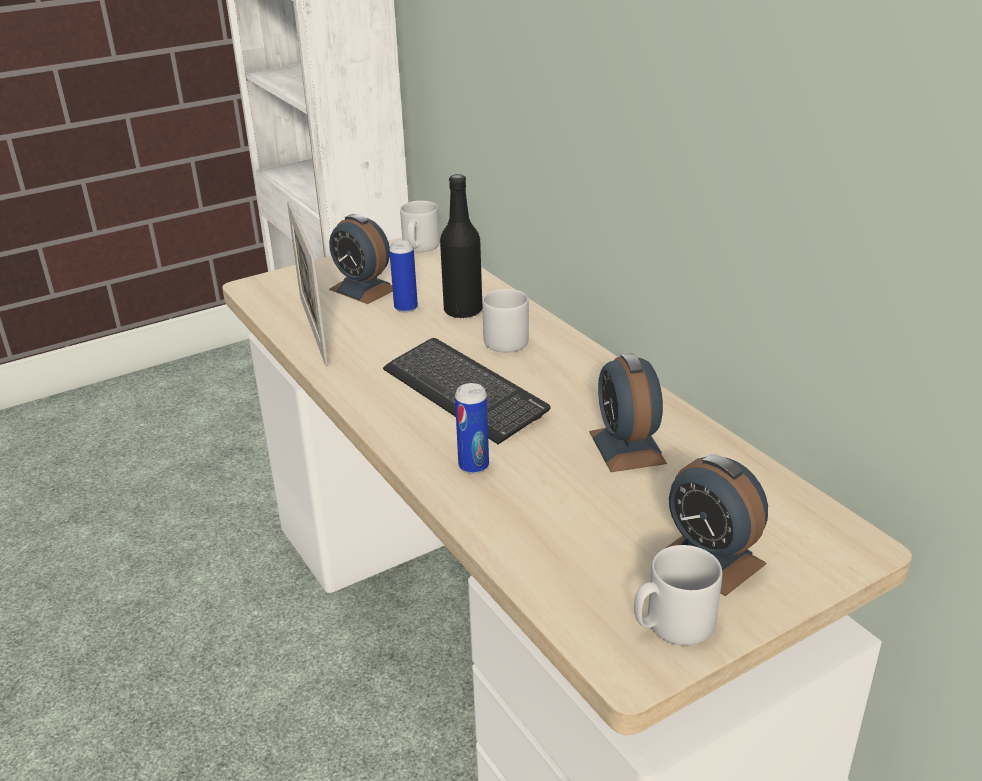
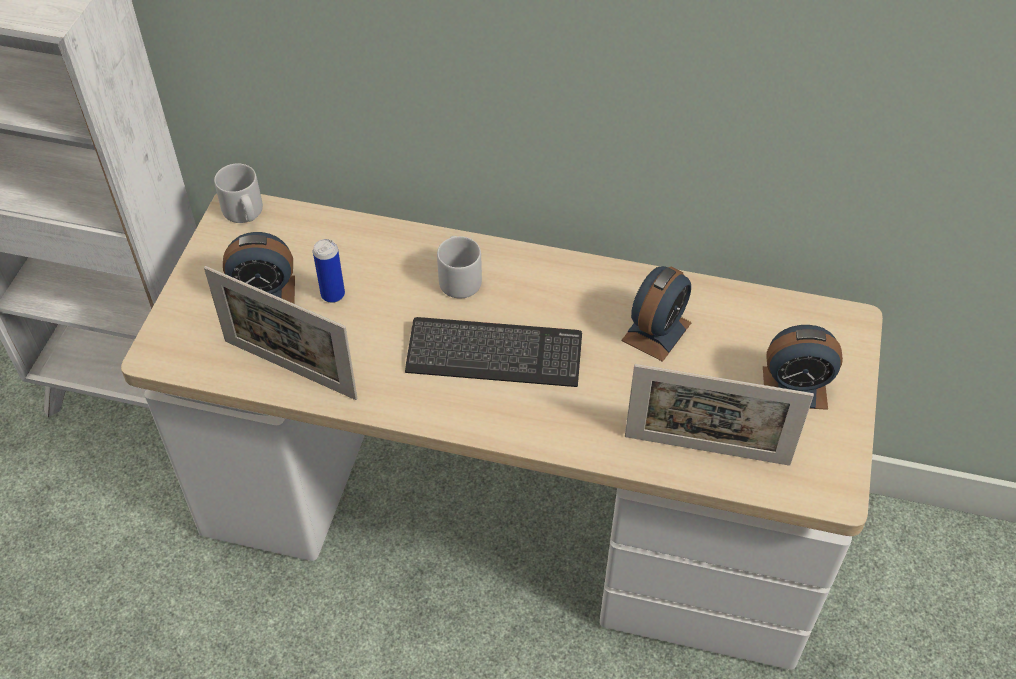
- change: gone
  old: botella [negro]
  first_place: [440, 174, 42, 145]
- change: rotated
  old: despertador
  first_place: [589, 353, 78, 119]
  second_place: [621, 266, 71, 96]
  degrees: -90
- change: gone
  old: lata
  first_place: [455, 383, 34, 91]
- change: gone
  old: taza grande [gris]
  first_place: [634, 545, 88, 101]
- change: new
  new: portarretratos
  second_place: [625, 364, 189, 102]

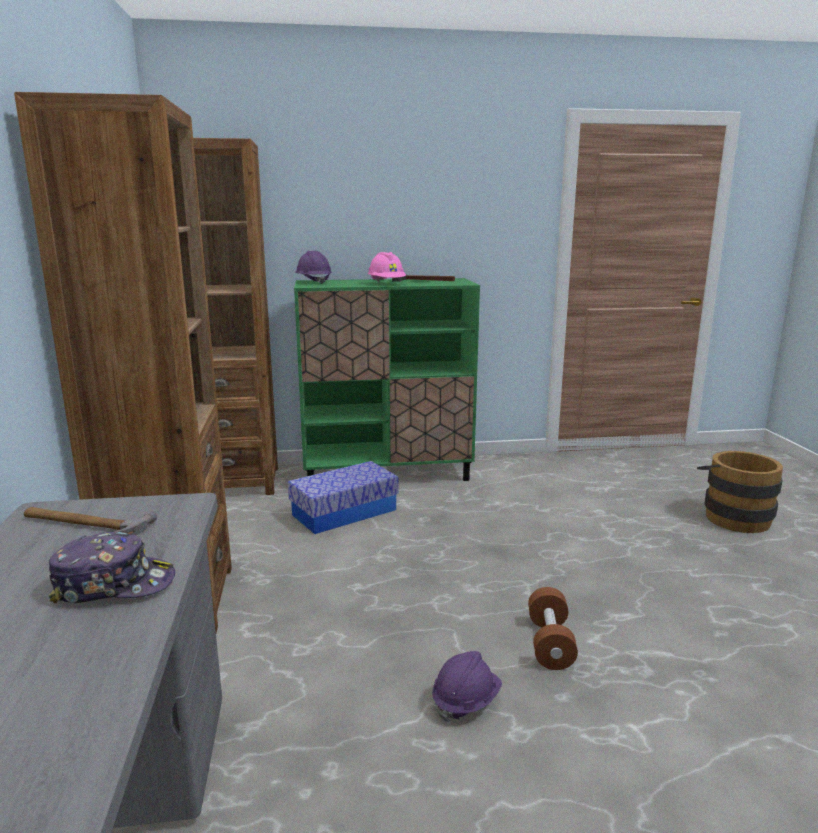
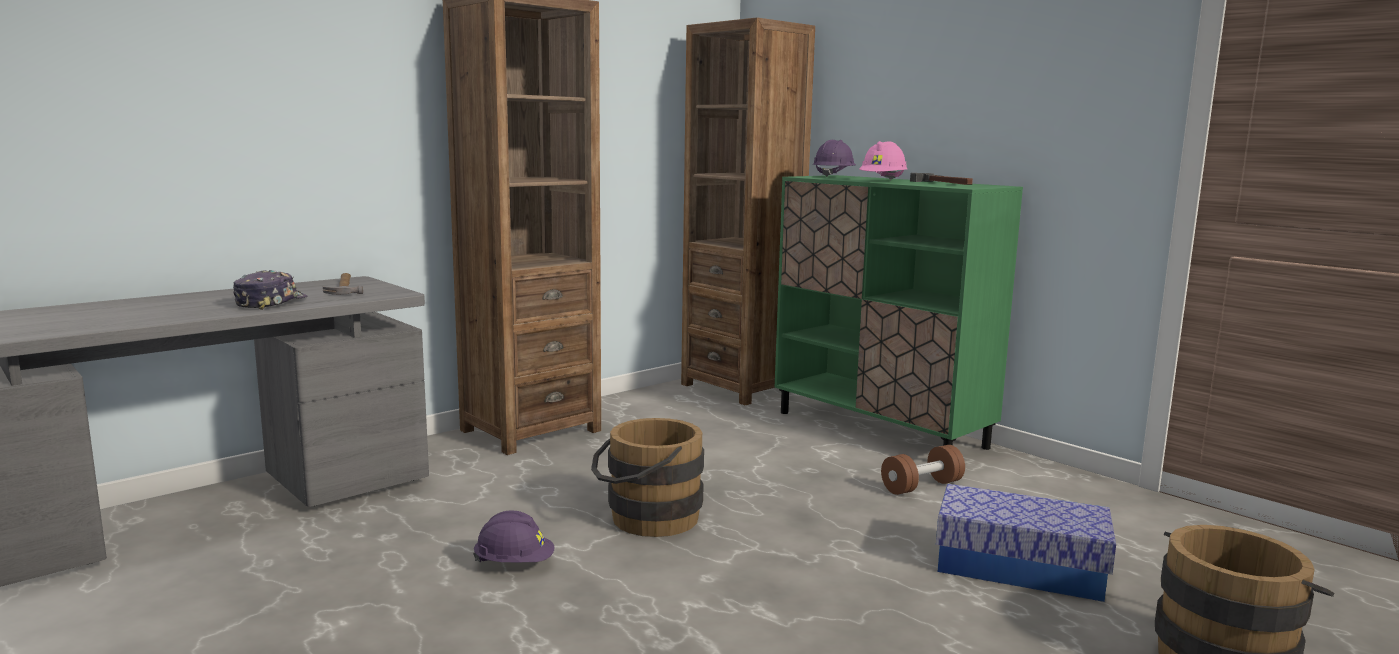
- change: shifted
  old: caja de almacenaje
  first_place: [288, 461, 111, 73]
  second_place: [936, 484, 180, 118]
- change: rotated
  old: gorra
  first_place: [49, 532, 126, 71]
  second_place: [233, 270, 75, 40]
  degrees: -120
- change: shifted
  old: mancuerna [marrón]
  first_place: [528, 587, 50, 83]
  second_place: [881, 445, 84, 50]
- change: new
  new: cubo [marrón]
  second_place: [591, 418, 113, 119]

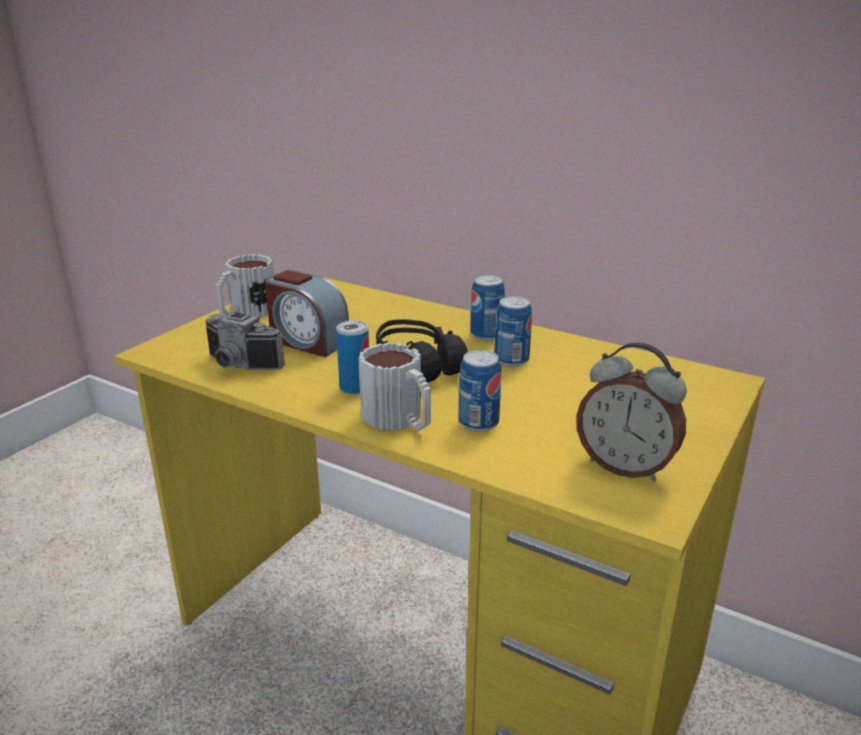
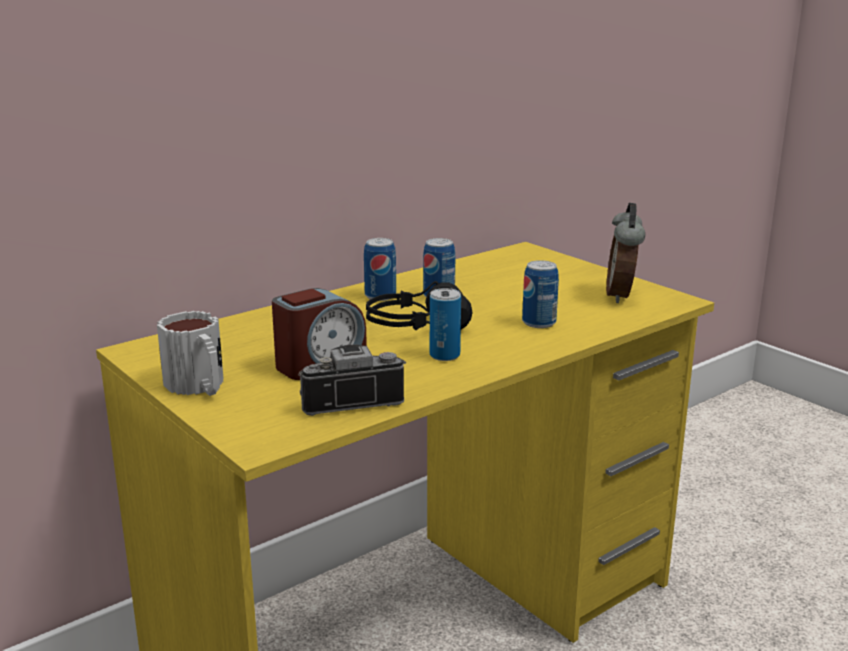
- change: rotated
  old: cámara
  first_place: [205, 312, 80, 58]
  second_place: [298, 345, 108, 71]
  degrees: -150
- change: rotated
  old: despertador
  first_place: [576, 342, 111, 139]
  second_place: [606, 203, 39, 100]
  degrees: 135
- change: gone
  old: taza grande
  first_place: [358, 343, 73, 88]

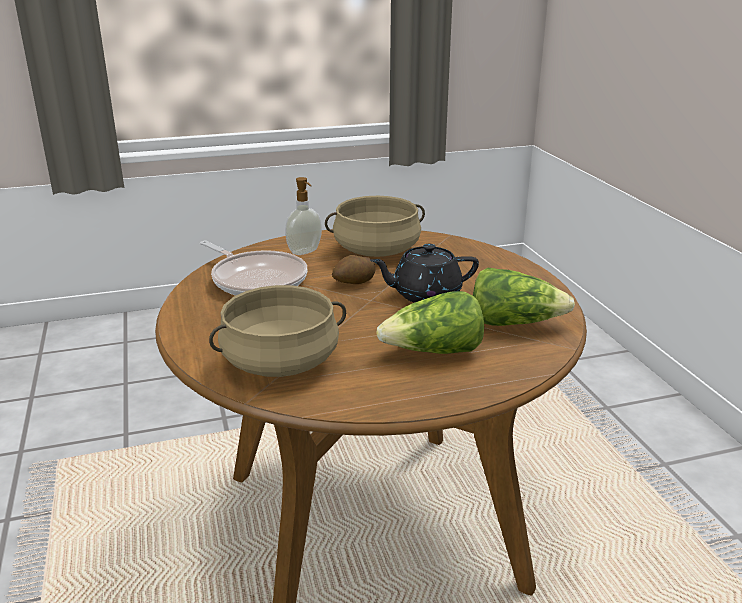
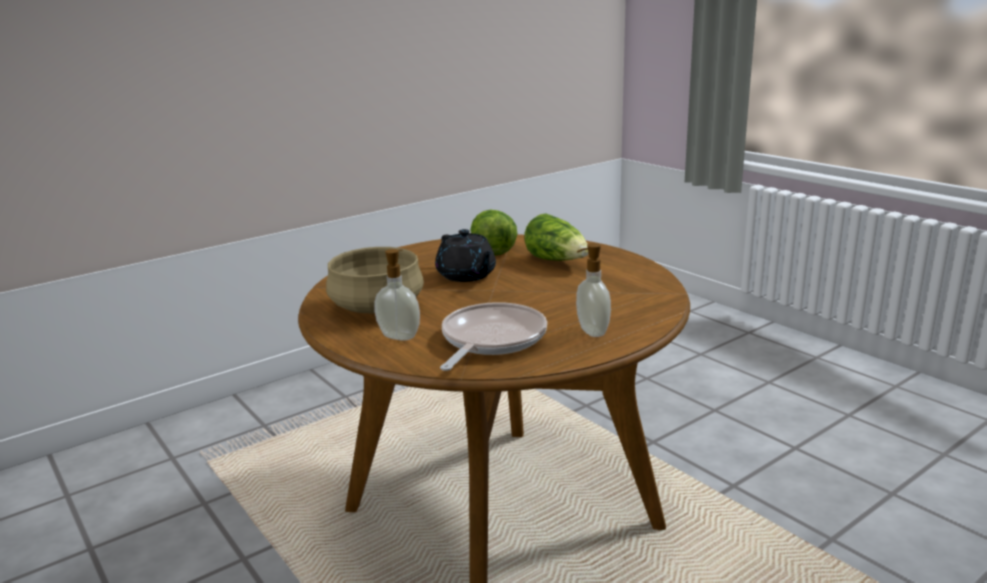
- change: gone
  old: patata
  first_place: [332, 255, 44, 29]
- change: gone
  old: olla [beis]
  first_place: [209, 285, 137, 92]
- change: new
  new: dispensador de jabón
  second_place: [576, 243, 35, 94]

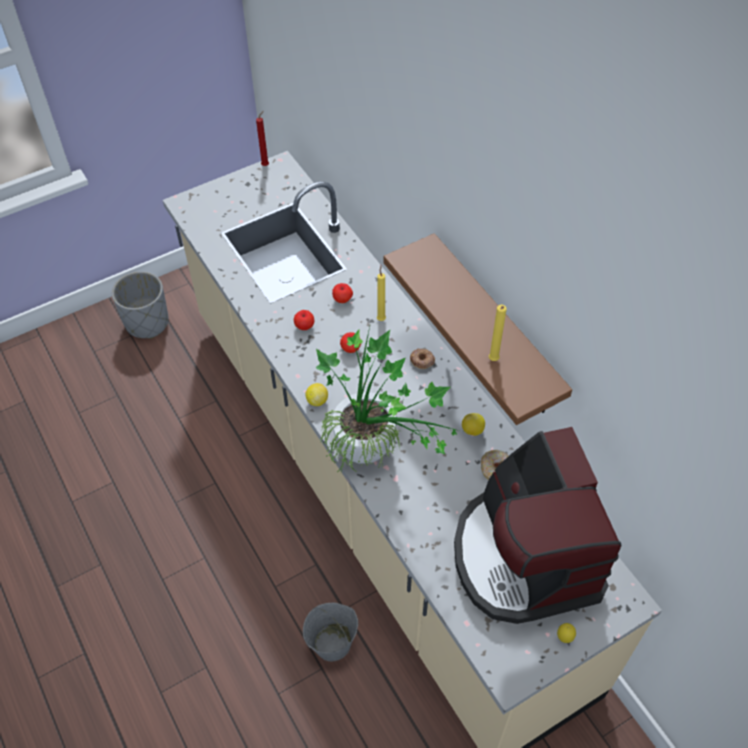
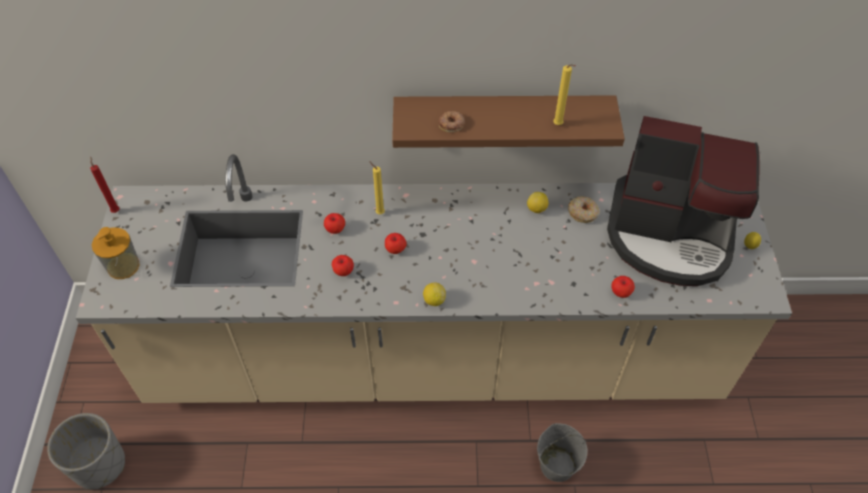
- change: gone
  old: planta en maceta
  first_place: [316, 327, 143, 148]
- change: shifted
  old: rosquilla
  first_place: [410, 349, 25, 20]
  second_place: [439, 111, 26, 21]
- change: new
  new: dispensador de jabón
  second_place: [92, 227, 48, 52]
- change: new
  new: manzana
  second_place: [611, 276, 24, 22]

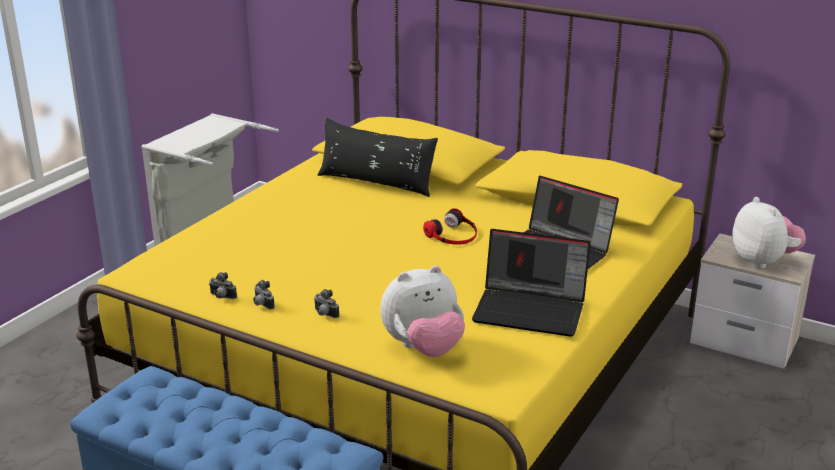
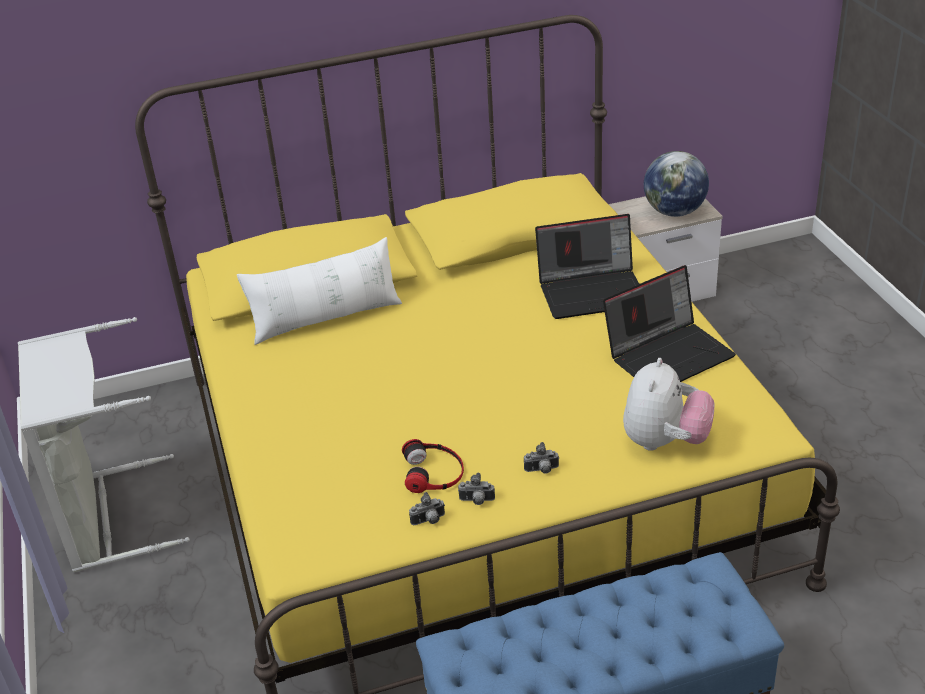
- change: repainted
  old: cojín [negro]
  new: cojín [blanco]
  first_place: [318, 118, 120, 79]
  second_place: [237, 237, 165, 108]
- change: swapped
  old: peluche
  new: globo terráqueo
  first_place: [732, 197, 74, 72]
  second_place: [644, 151, 65, 66]
- change: shifted
  old: auriculares
  first_place: [423, 208, 54, 37]
  second_place: [402, 439, 62, 54]

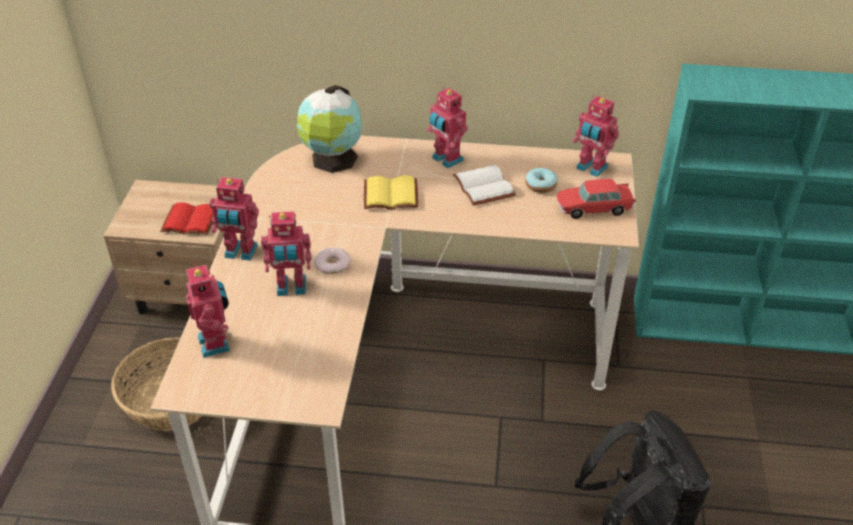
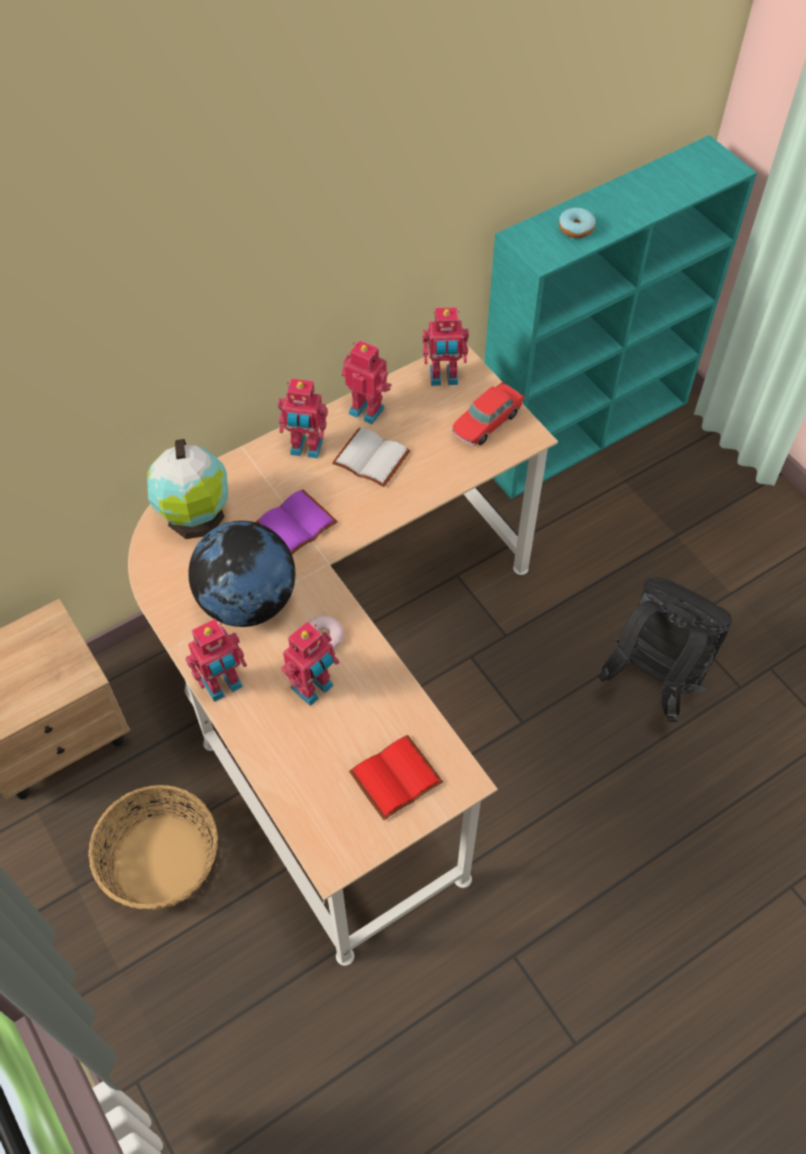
- change: shifted
  old: rosquilla
  first_place: [525, 168, 33, 25]
  second_place: [559, 207, 36, 31]
- change: repainted
  old: libro [amarillo]
  new: libro [morado]
  first_place: [364, 175, 54, 35]
  second_place: [256, 489, 82, 66]
- change: shifted
  old: libro [rojo]
  first_place: [160, 202, 53, 33]
  second_place: [349, 735, 94, 85]
- change: shifted
  old: robot de juguete
  first_place: [186, 263, 44, 95]
  second_place: [341, 340, 51, 84]
- change: new
  new: globo terráqueo
  second_place: [188, 521, 107, 106]

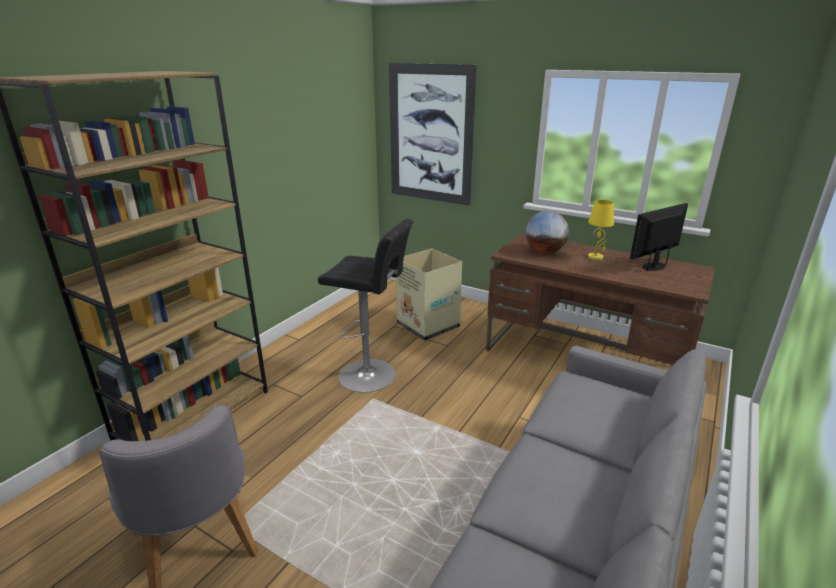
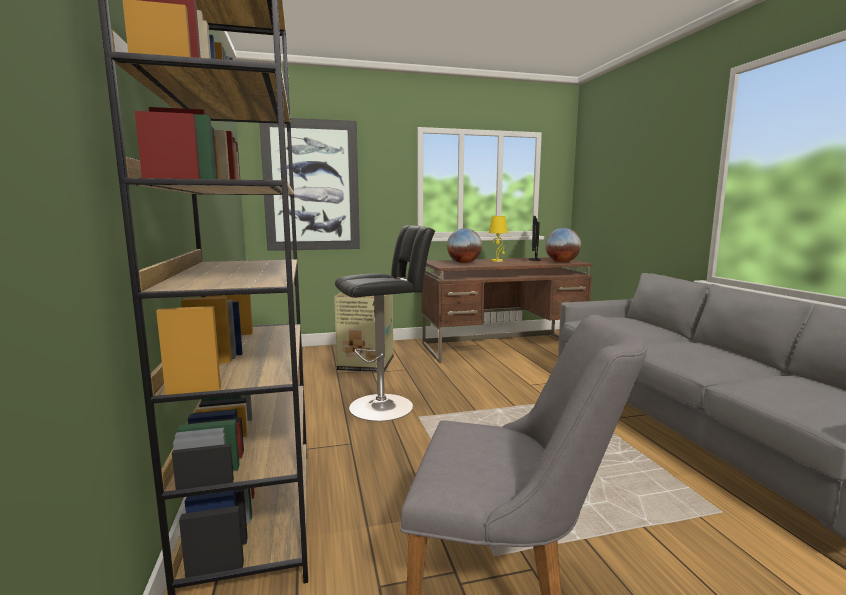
- change: new
  new: globo terráqueo
  second_place: [545, 228, 36, 35]

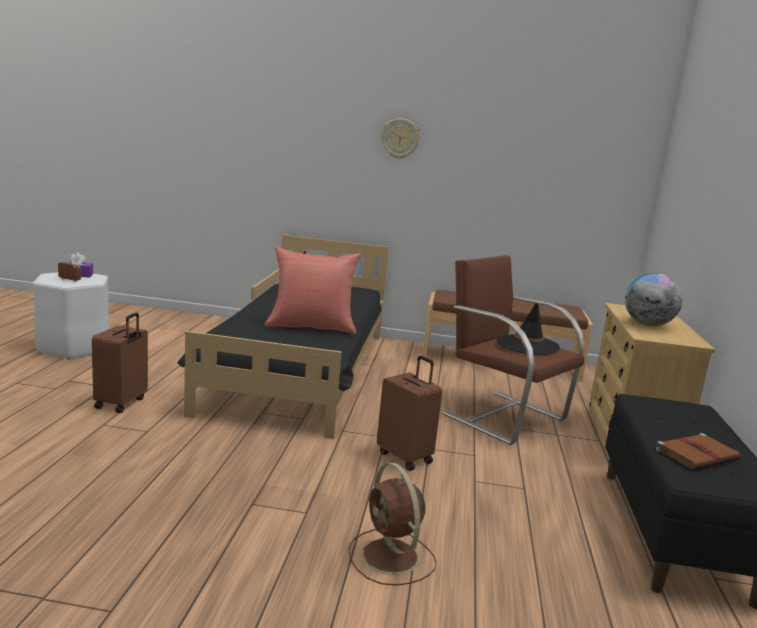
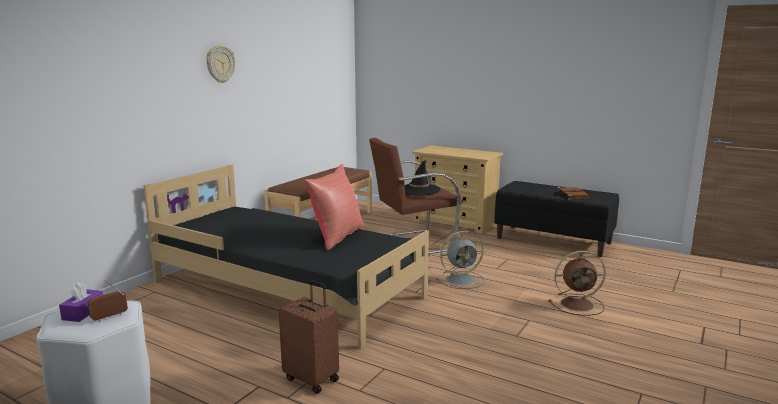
- change: gone
  old: globo terráqueo
  first_place: [625, 273, 57, 53]
- change: swapped
  old: maleta [marrón]
  new: ventilador [gris]
  first_place: [377, 356, 65, 115]
  second_place: [436, 231, 49, 58]

